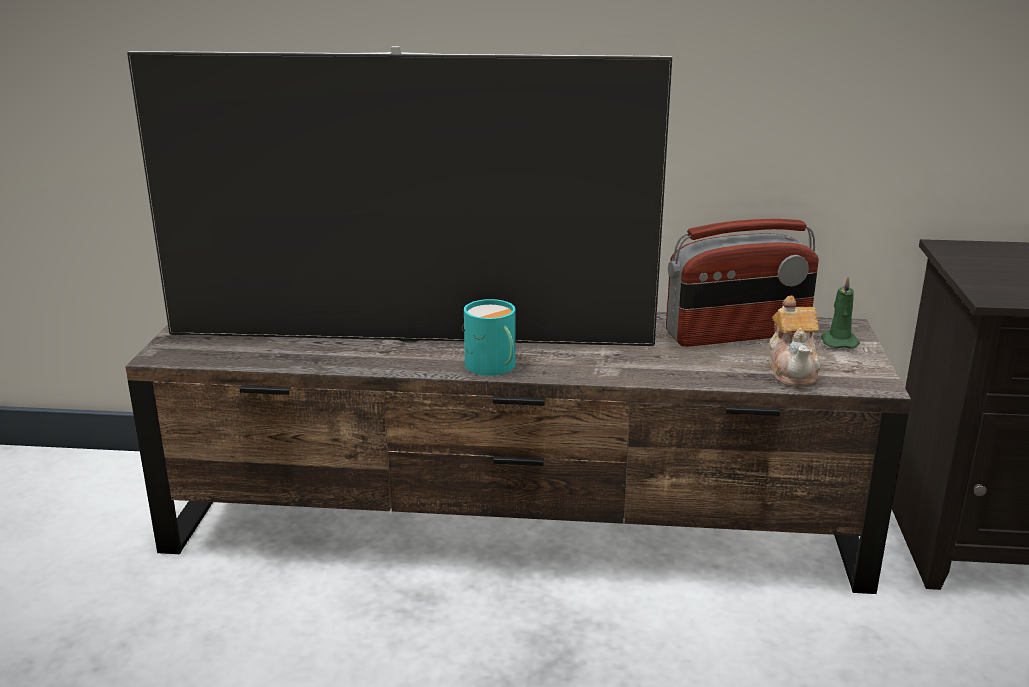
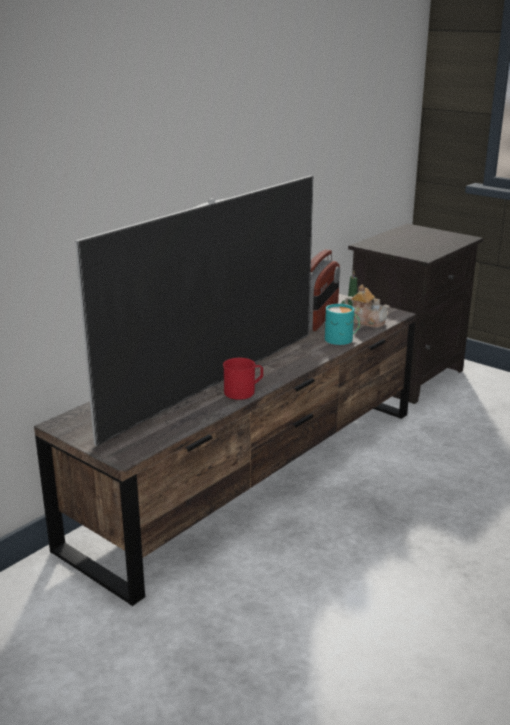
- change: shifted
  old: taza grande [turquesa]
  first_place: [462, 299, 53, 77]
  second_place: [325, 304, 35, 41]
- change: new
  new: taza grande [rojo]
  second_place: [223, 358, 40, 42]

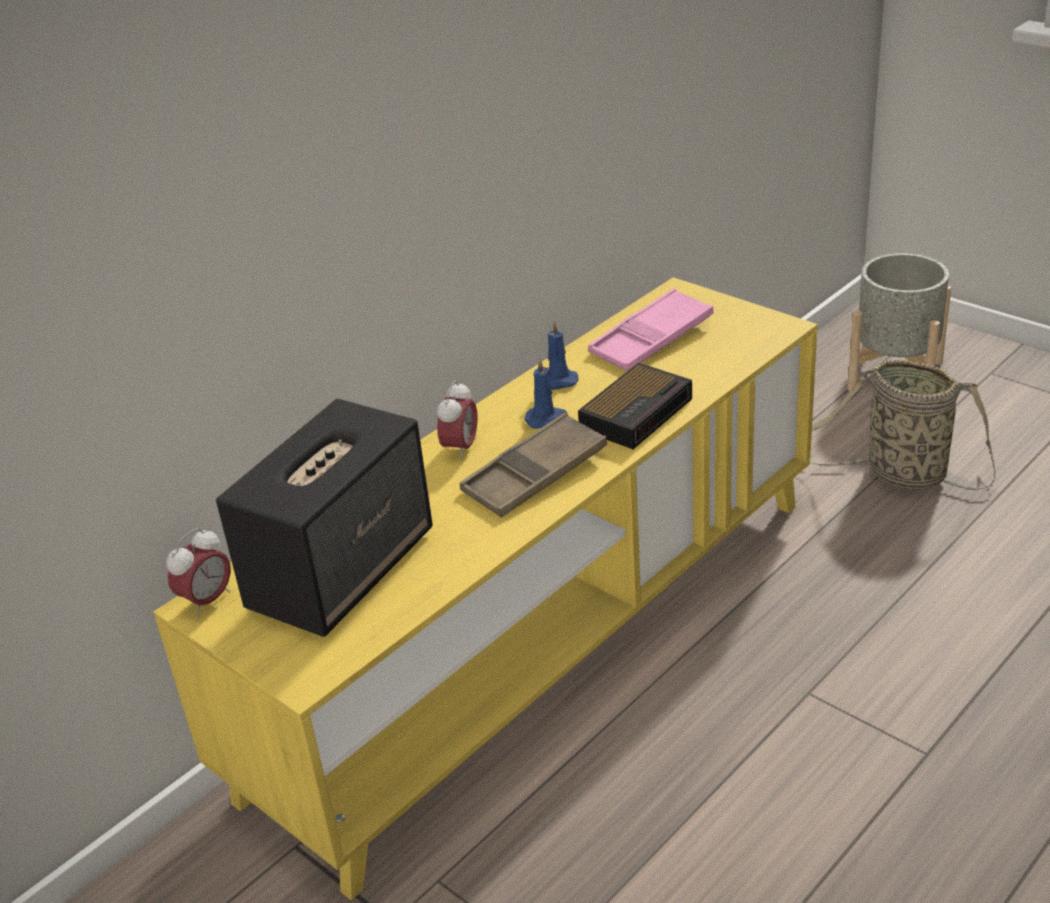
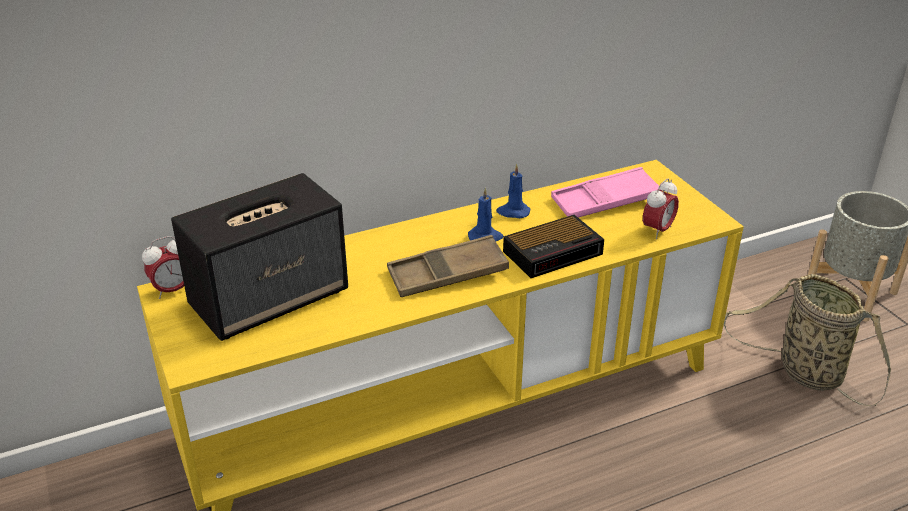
- change: shifted
  old: despertador
  first_place: [437, 380, 41, 80]
  second_place: [643, 178, 36, 61]

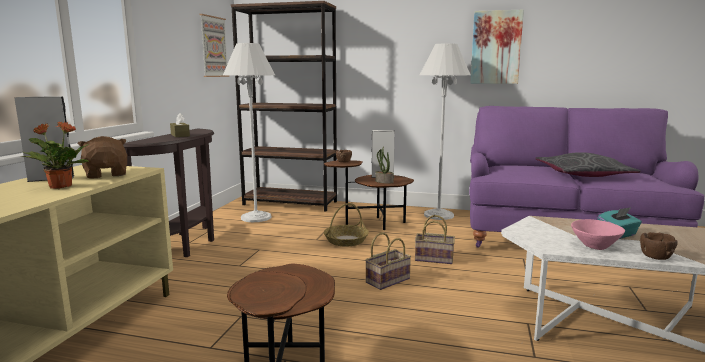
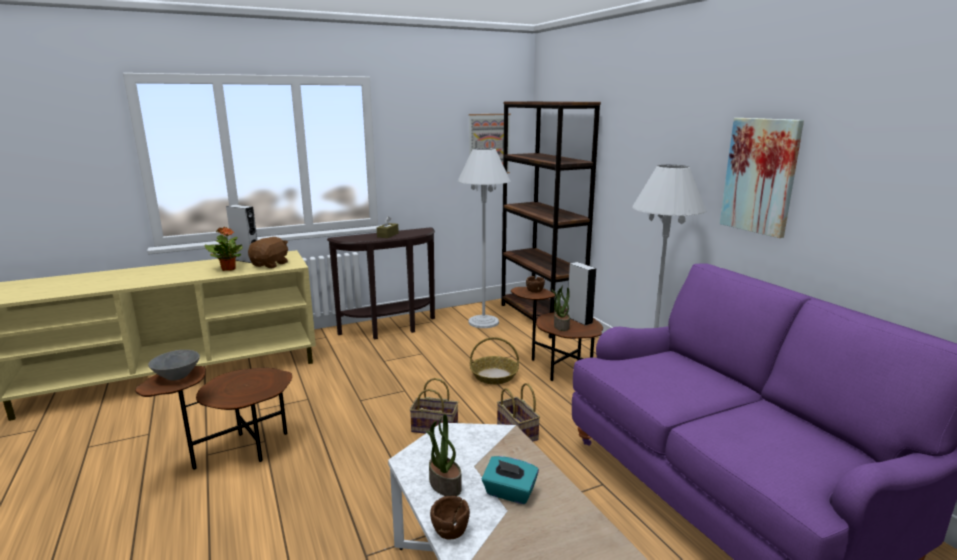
- change: gone
  old: cojín [gris]
  first_place: [535, 152, 106, 25]
- change: swapped
  old: cuenco [rosa]
  new: planta en maceta
  first_place: [571, 219, 54, 31]
  second_place: [426, 414, 36, 82]
- change: new
  new: cuenco [gris]
  second_place: [148, 350, 52, 31]

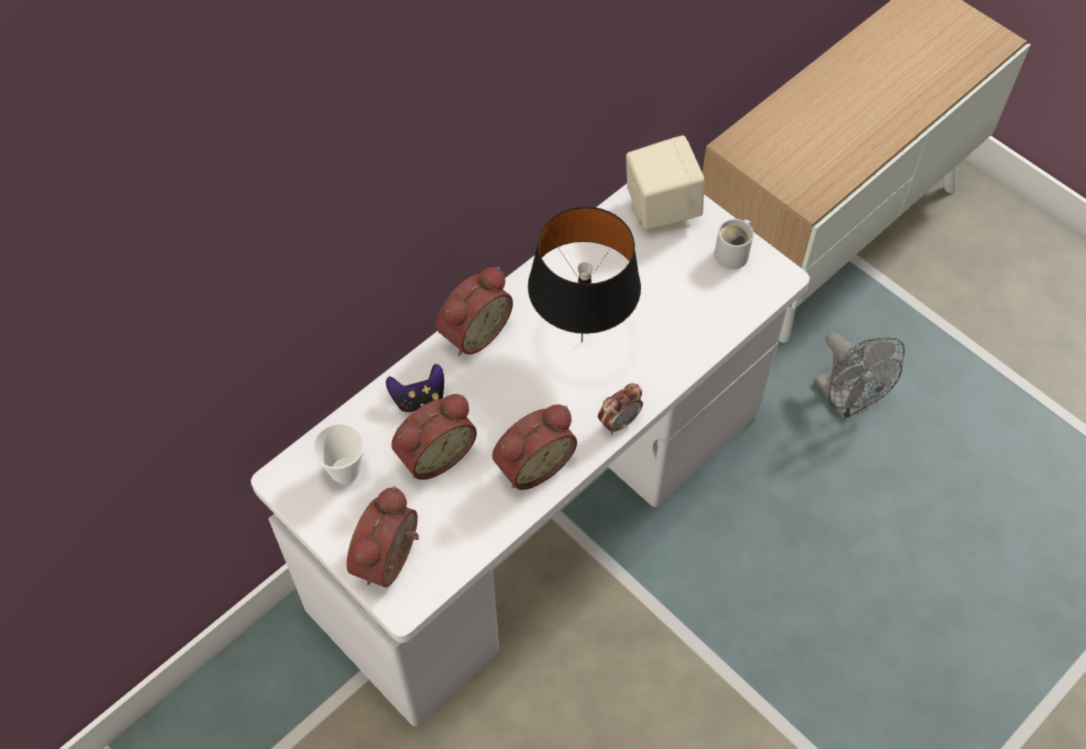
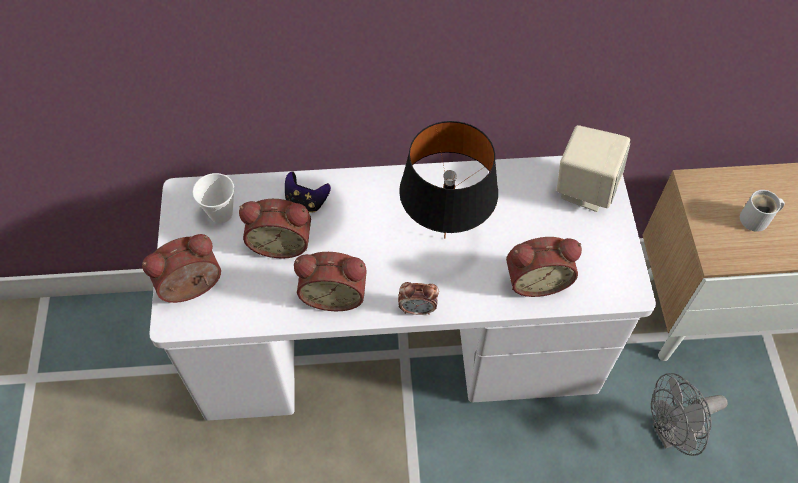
- change: shifted
  old: taza grande [blanco]
  first_place: [714, 219, 39, 51]
  second_place: [740, 190, 45, 42]
- change: shifted
  old: despertador
  first_place: [436, 267, 77, 89]
  second_place: [506, 237, 76, 60]
- change: rotated
  old: ventilador [gris]
  first_place: [814, 331, 91, 89]
  second_place: [651, 373, 77, 83]
  degrees: 60

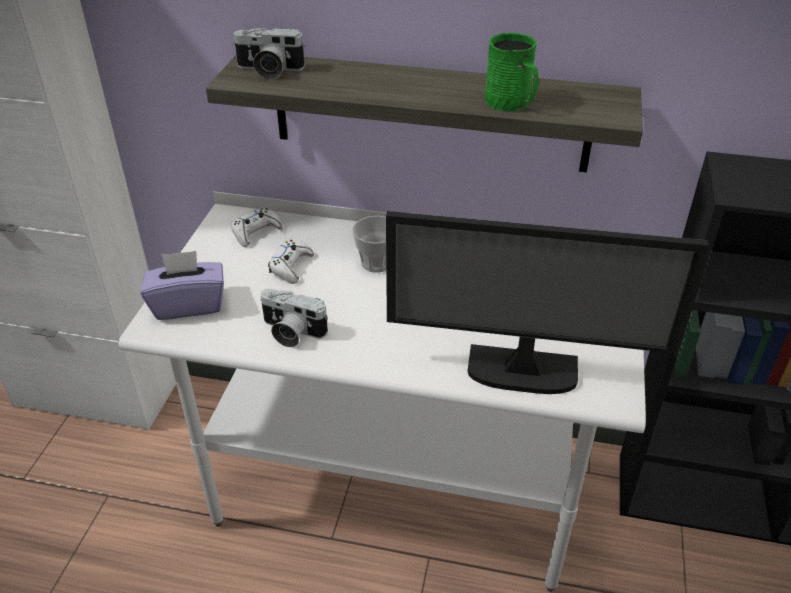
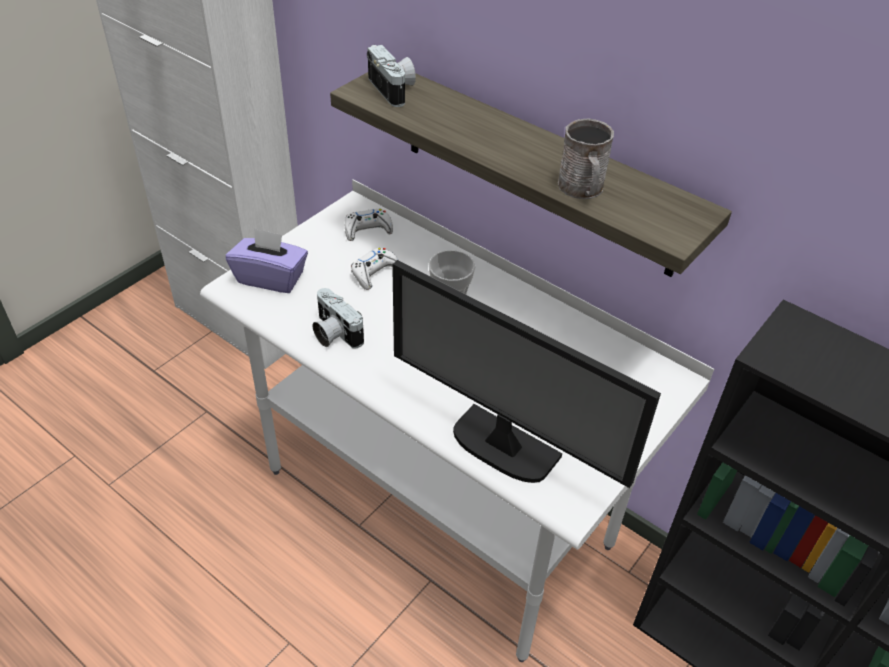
- change: rotated
  old: cámara
  first_place: [233, 28, 72, 52]
  second_place: [367, 45, 49, 62]
  degrees: -150
- change: repainted
  old: taza grande [verde]
  new: taza grande [gris]
  first_place: [485, 33, 54, 78]
  second_place: [558, 118, 56, 81]

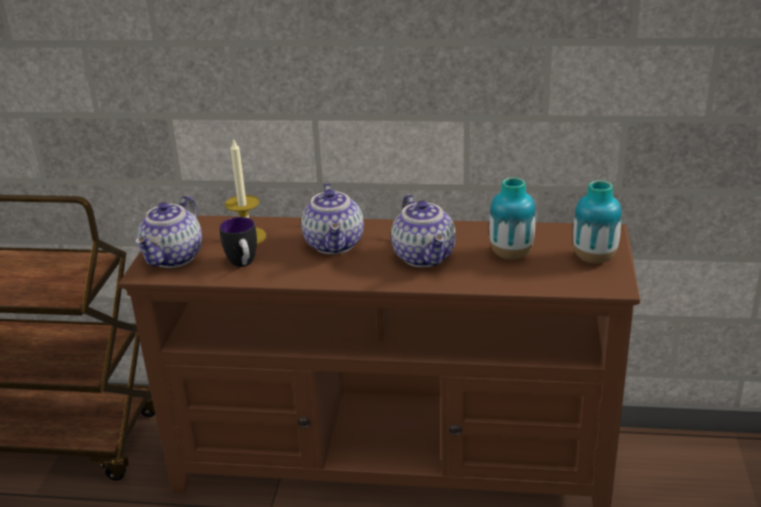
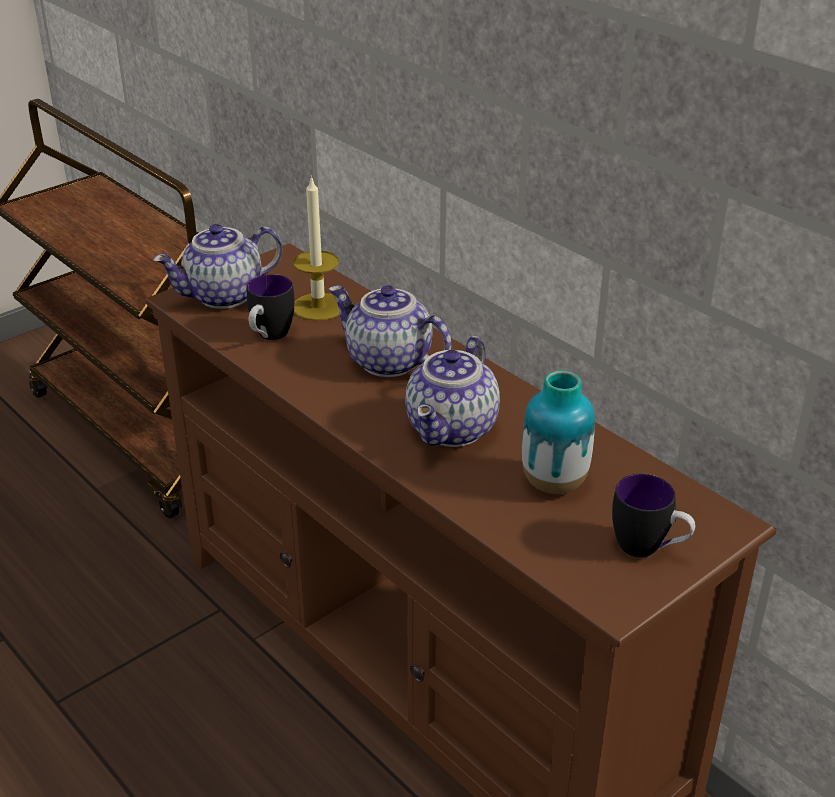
- change: swapped
  old: florero
  new: taza grande
  first_place: [573, 180, 49, 83]
  second_place: [612, 474, 83, 84]
- change: rotated
  old: tetera
  first_place: [301, 183, 63, 71]
  second_place: [329, 285, 123, 92]
  degrees: 90

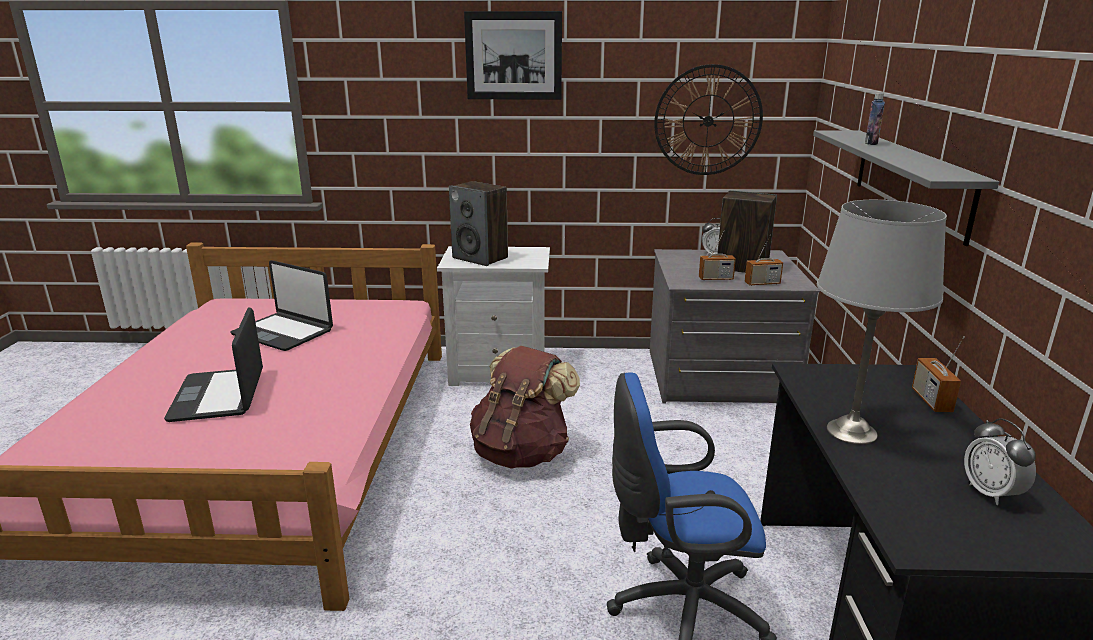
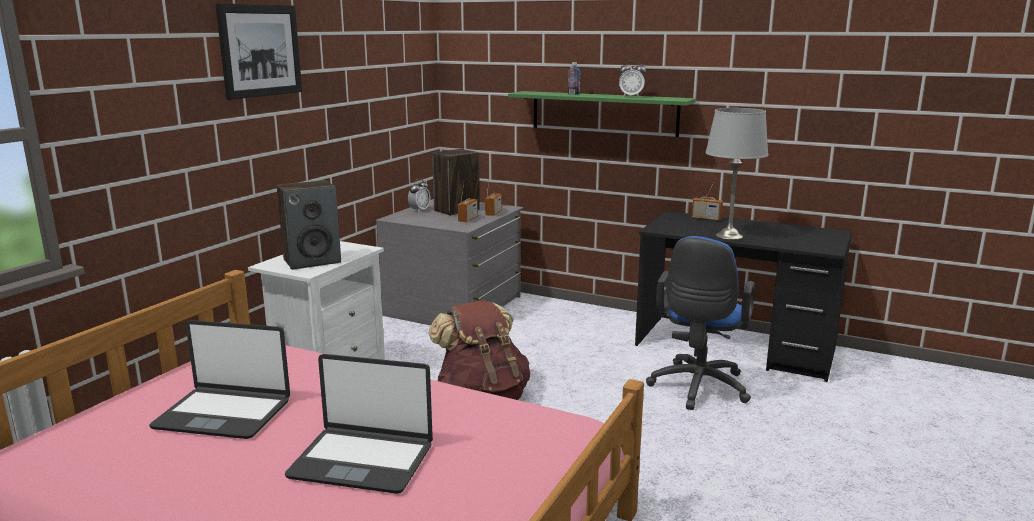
- change: gone
  old: reloj de pared
  first_place: [654, 64, 109, 111]
- change: repainted
  old: estante [gris]
  new: estante [verde]
  first_place: [813, 130, 186, 116]
  second_place: [508, 91, 188, 46]
- change: rotated
  old: portátil
  first_place: [231, 260, 102, 91]
  second_place: [149, 320, 141, 119]
  degrees: 45
- change: shifted
  old: despertador
  first_place: [964, 418, 72, 87]
  second_place: [619, 60, 27, 37]

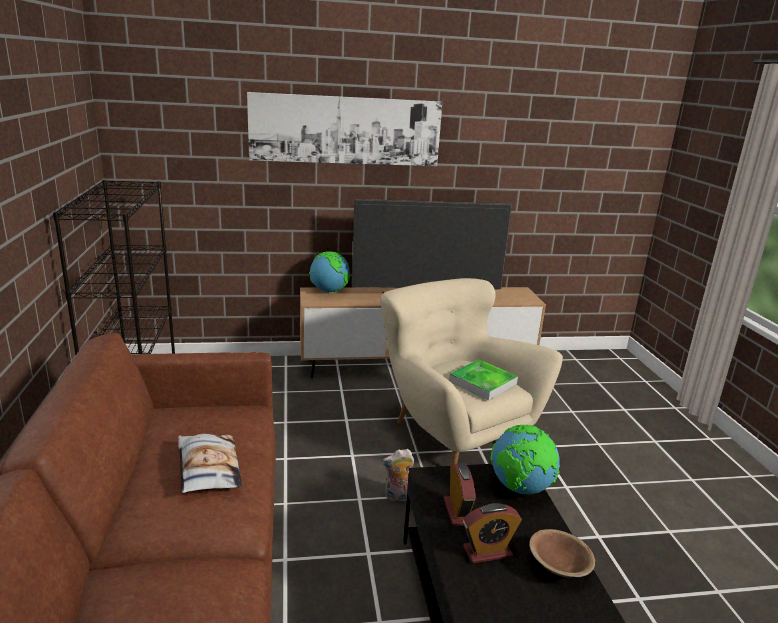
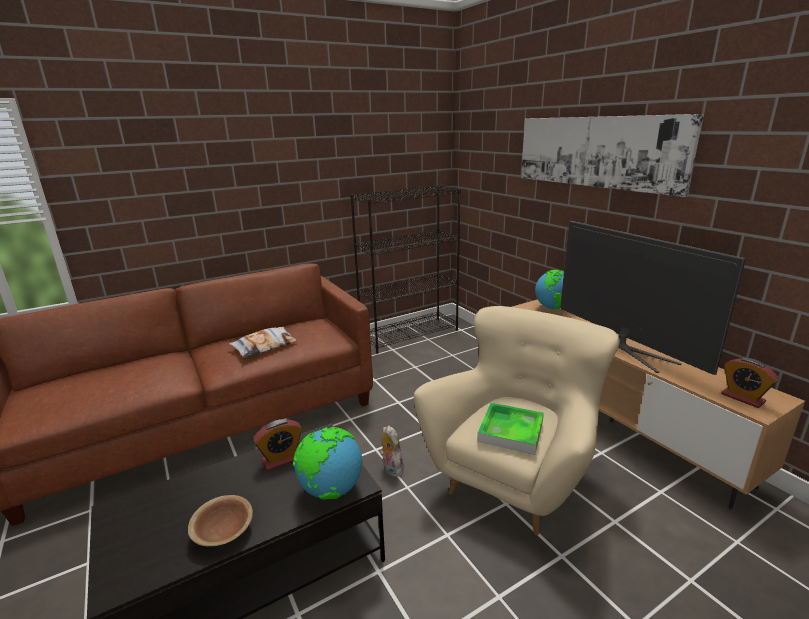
- change: shifted
  old: despertador
  first_place: [463, 503, 59, 61]
  second_place: [721, 358, 58, 50]

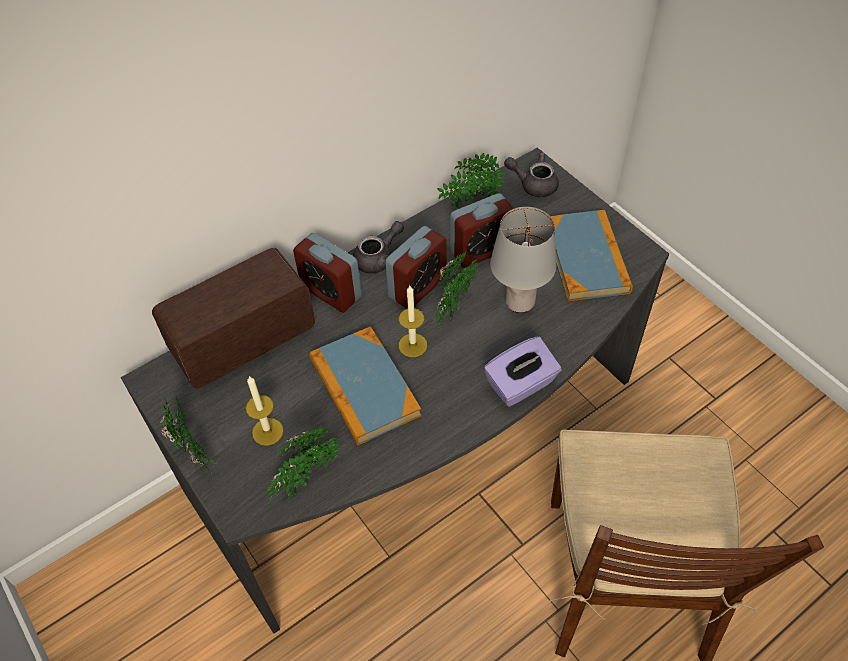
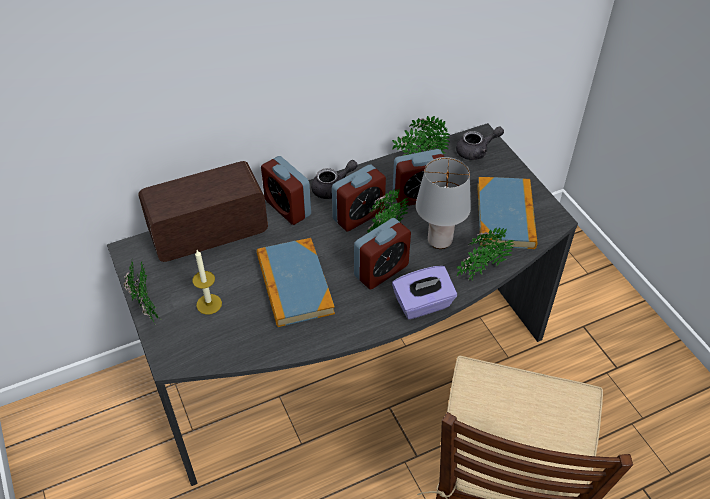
- change: rotated
  old: tetera [gris]
  first_place: [504, 153, 55, 44]
  second_place: [456, 127, 48, 33]
  degrees: 135
- change: gone
  old: vela
  first_place: [399, 286, 28, 71]
- change: shifted
  old: planta en maceta
  first_place: [265, 426, 76, 75]
  second_place: [456, 228, 58, 52]
- change: new
  new: despertador
  second_place: [354, 218, 57, 72]

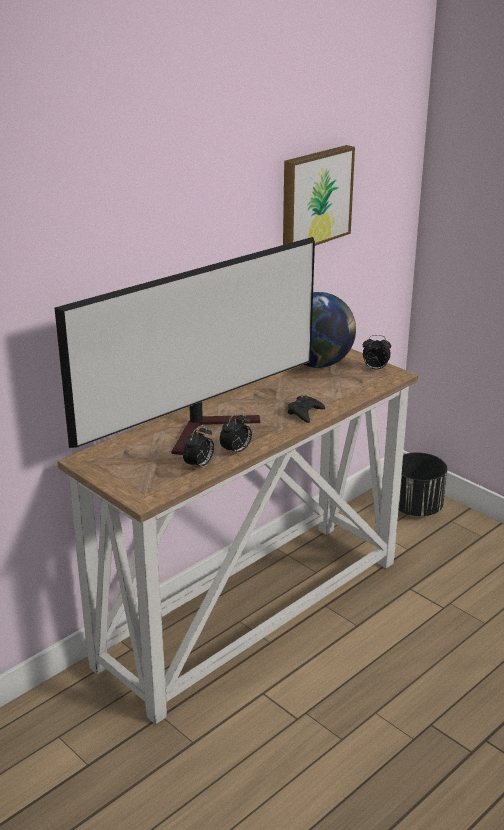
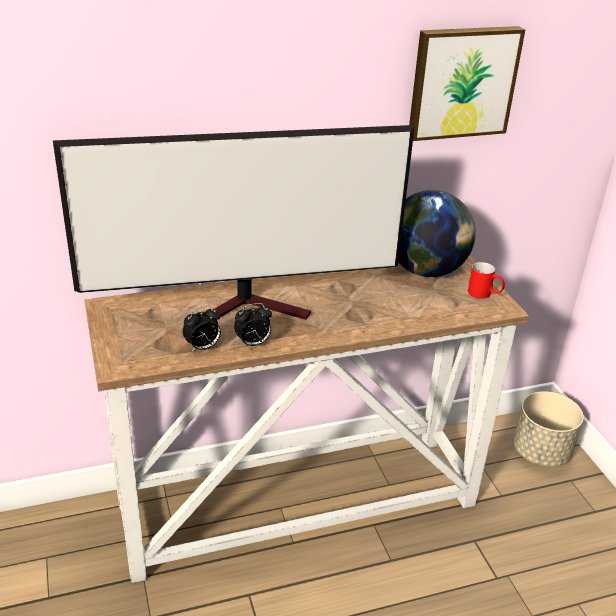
- change: swapped
  old: despertador
  new: taza grande [rojo]
  first_place: [363, 335, 28, 34]
  second_place: [468, 262, 37, 37]
- change: gone
  old: mando de consola [negro]
  first_place: [288, 395, 37, 28]
- change: repainted
  old: maceta [negro]
  new: maceta [beis]
  first_place: [398, 452, 49, 64]
  second_place: [513, 391, 71, 76]

